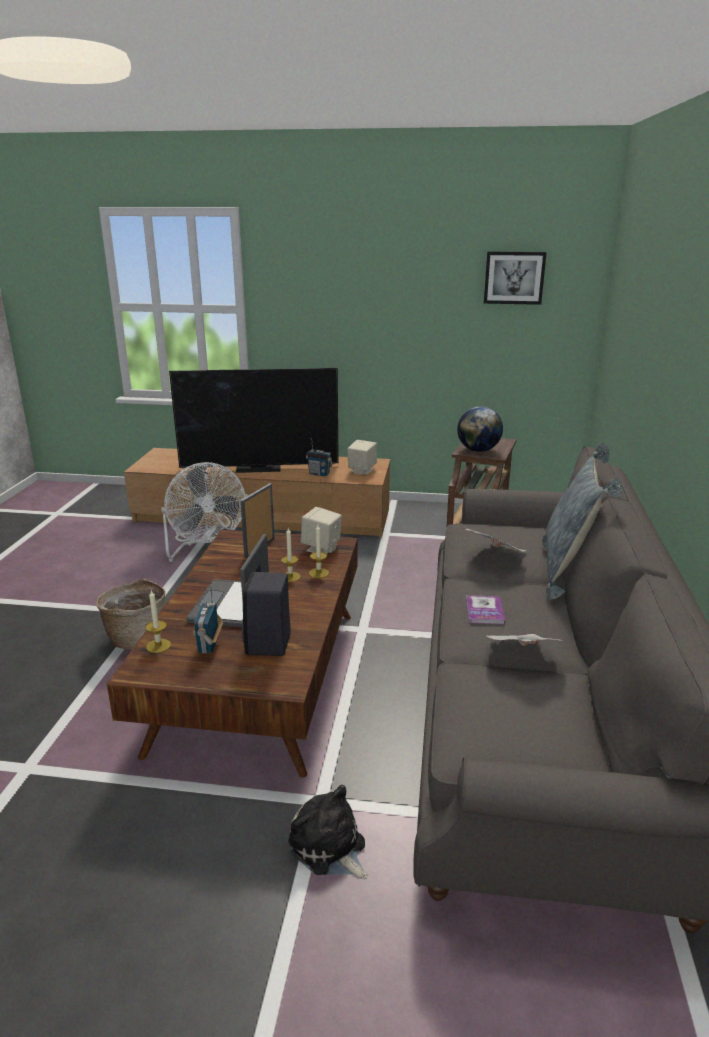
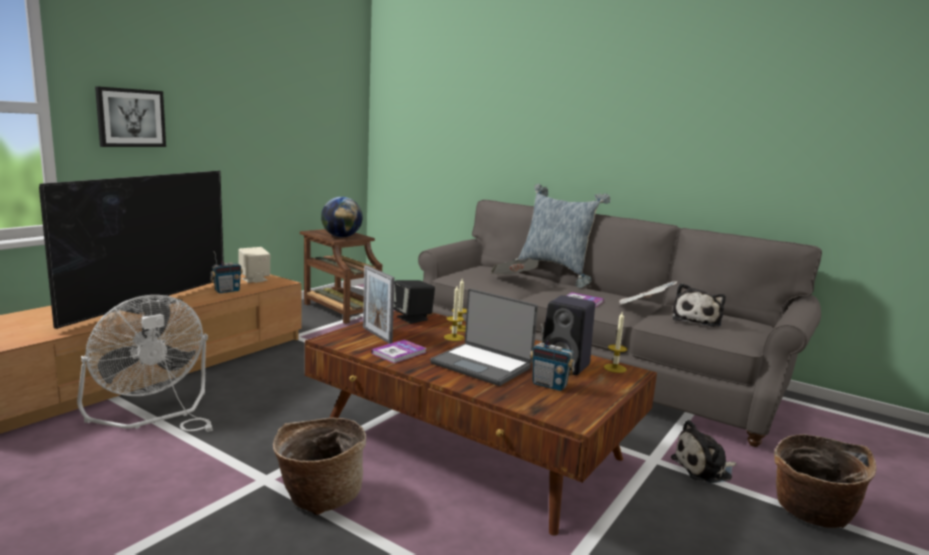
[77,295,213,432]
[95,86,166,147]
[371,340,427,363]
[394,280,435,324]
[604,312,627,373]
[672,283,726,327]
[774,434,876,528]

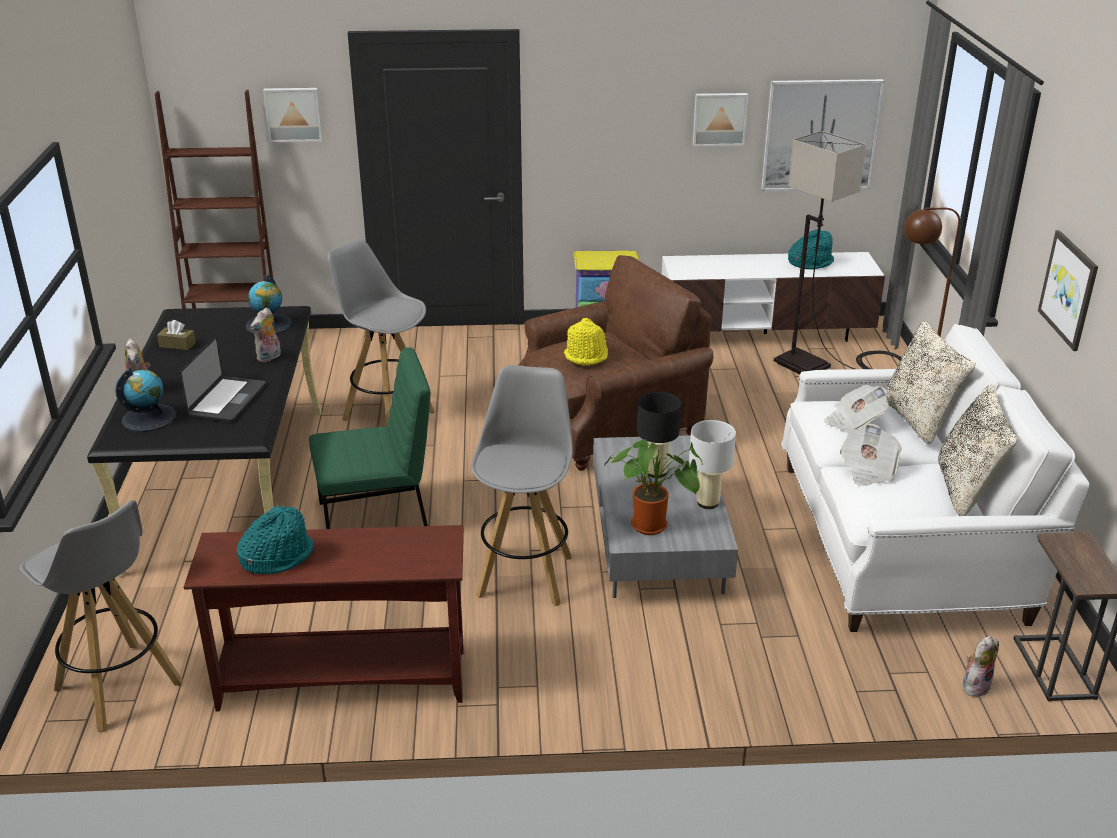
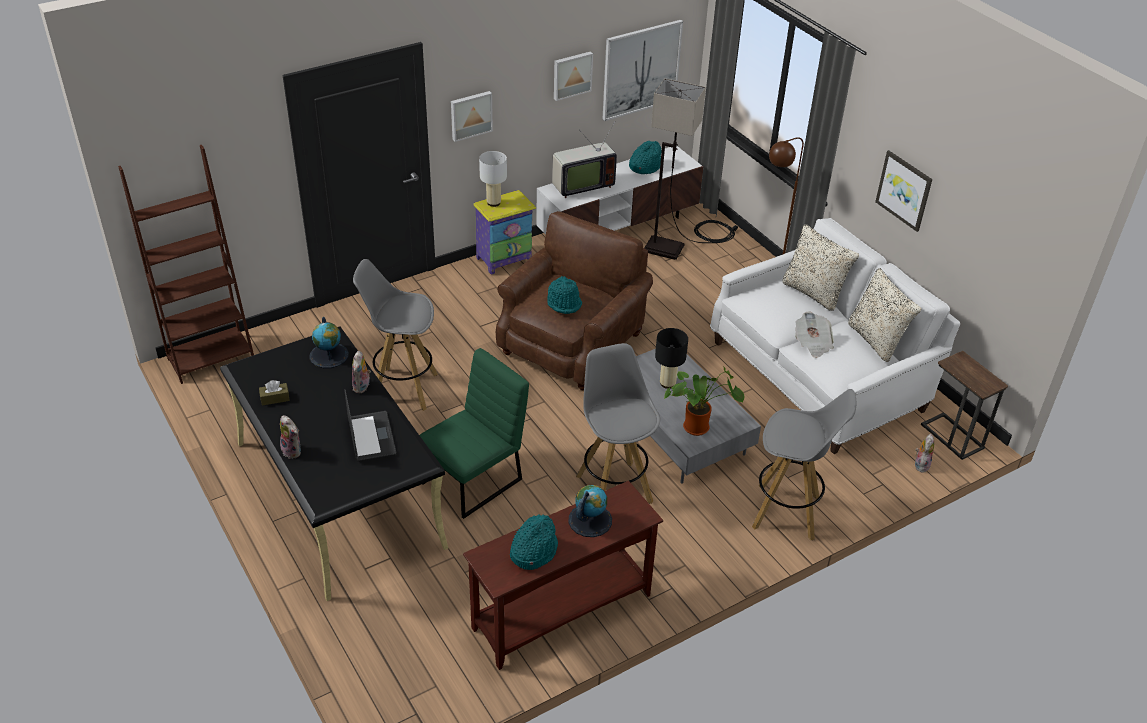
[451,91,493,142]
[479,151,507,207]
[547,276,582,314]
[552,122,617,198]
[568,485,612,537]
[752,389,856,540]
[824,385,888,433] (first image)

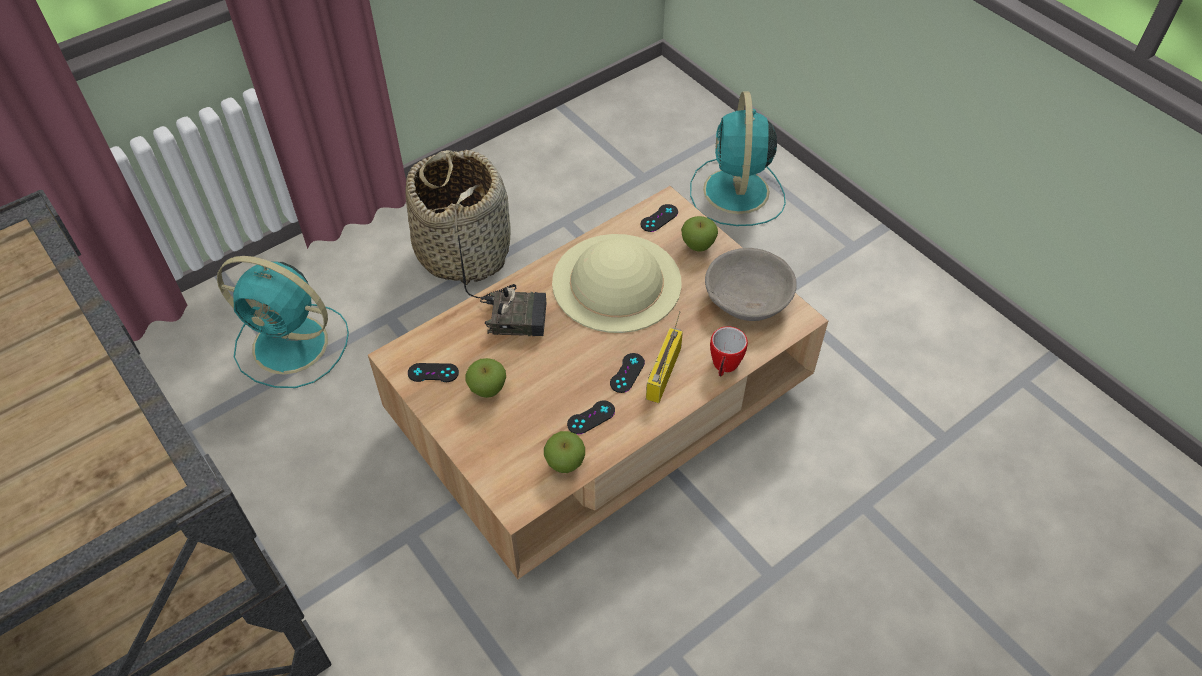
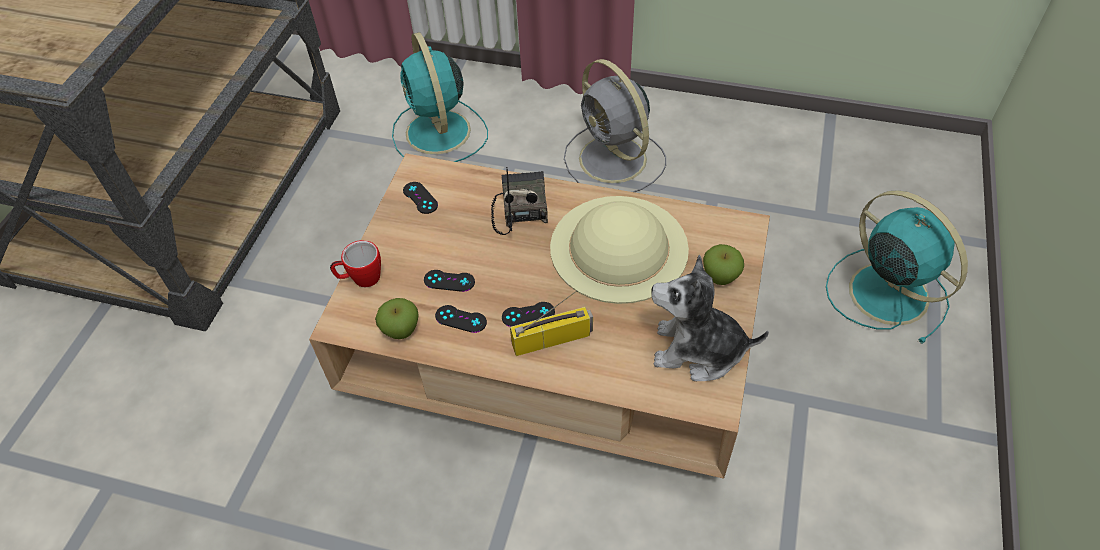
[330,240,381,287]
[424,270,475,292]
[491,167,548,235]
[564,59,666,192]
[651,255,769,381]
[826,190,968,344]
[465,358,506,398] (first image)

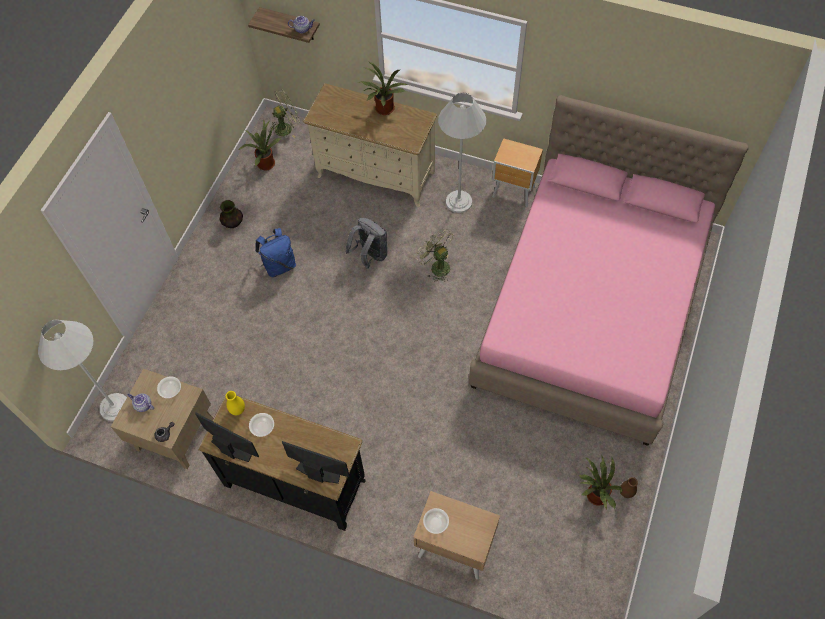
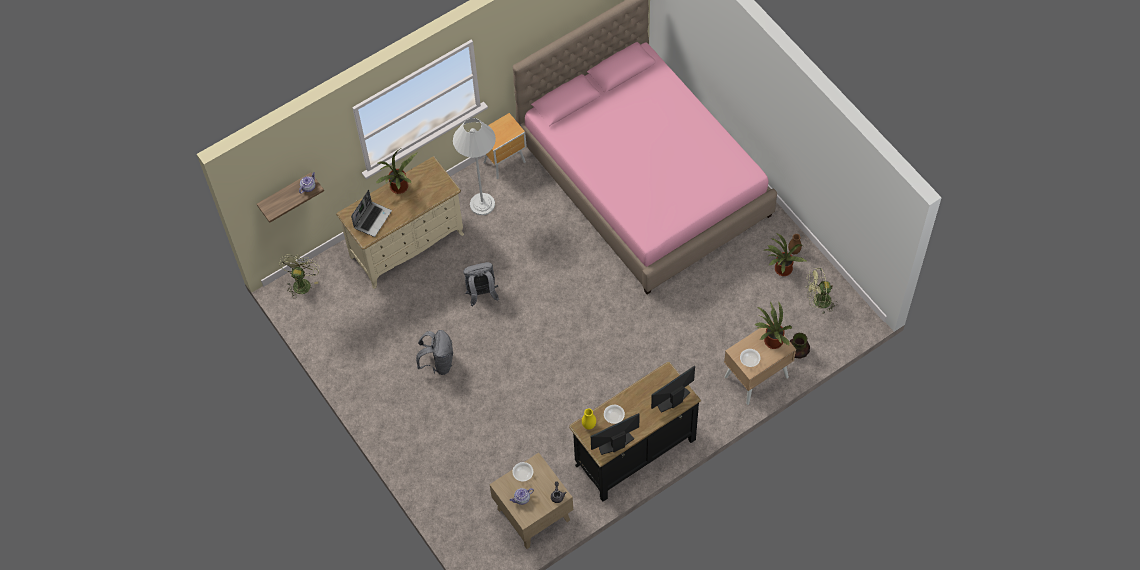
[351,190,392,237]
[416,330,453,375]
[755,302,792,349]
[790,333,810,359]
[807,268,838,315]
[38,320,127,421] (first image)

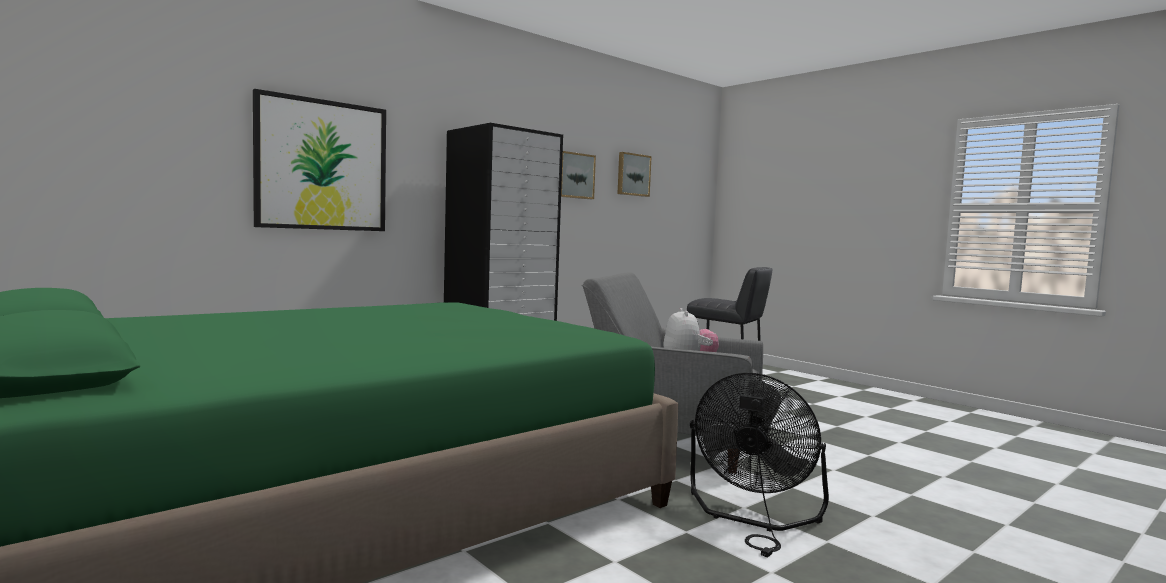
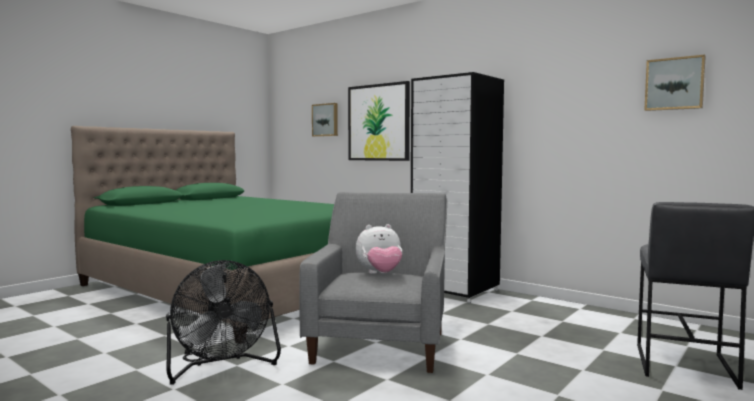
[166,260,281,385]
[312,103,338,137]

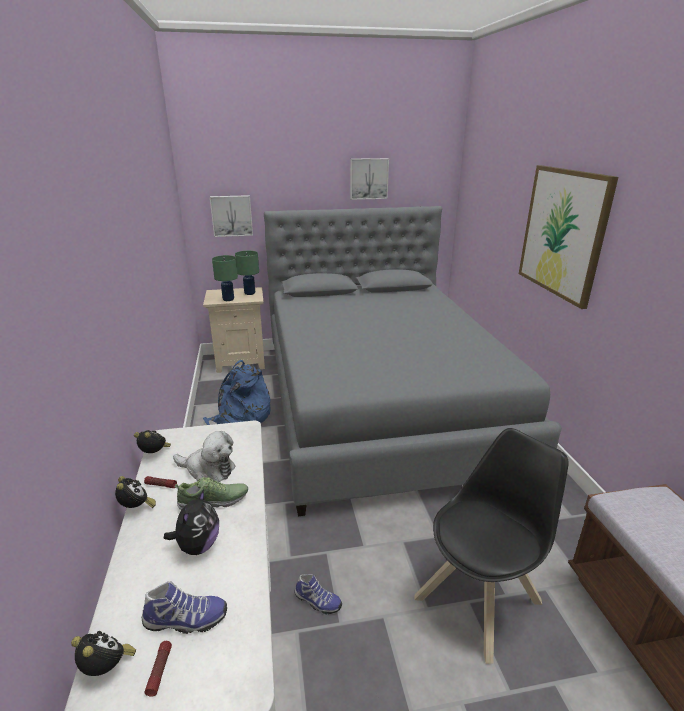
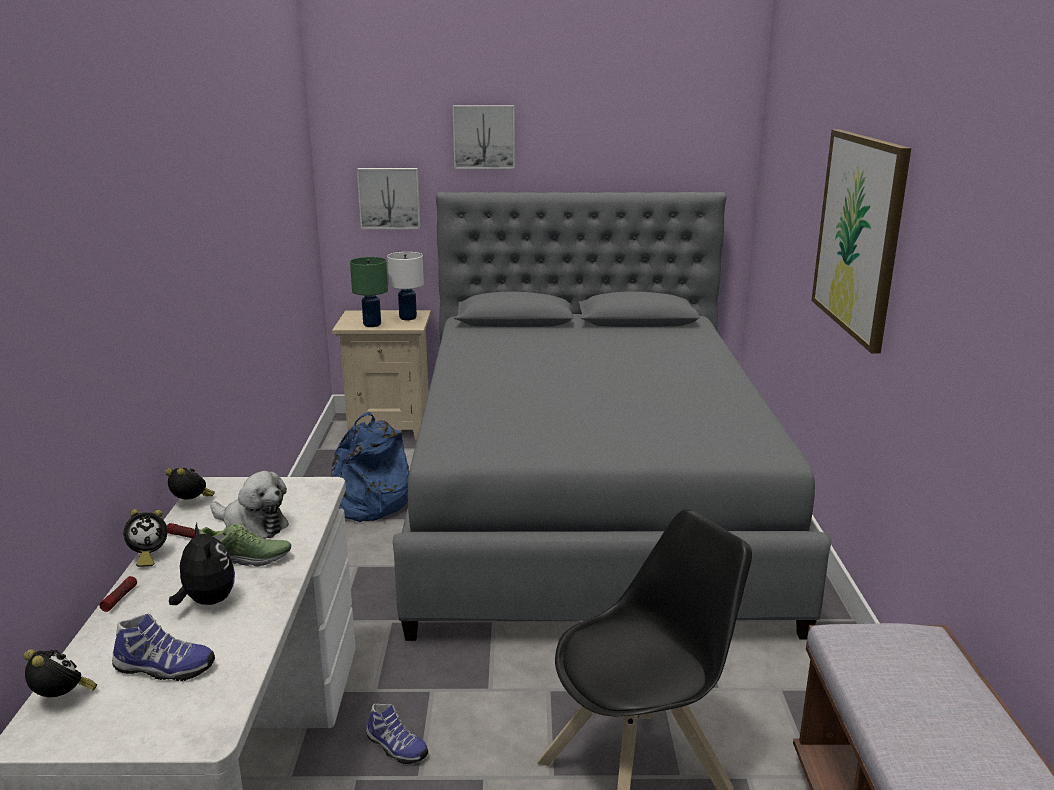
[99,576,137,612]
[123,509,168,567]
[169,523,235,605]
[387,252,424,320]
[453,105,515,169]

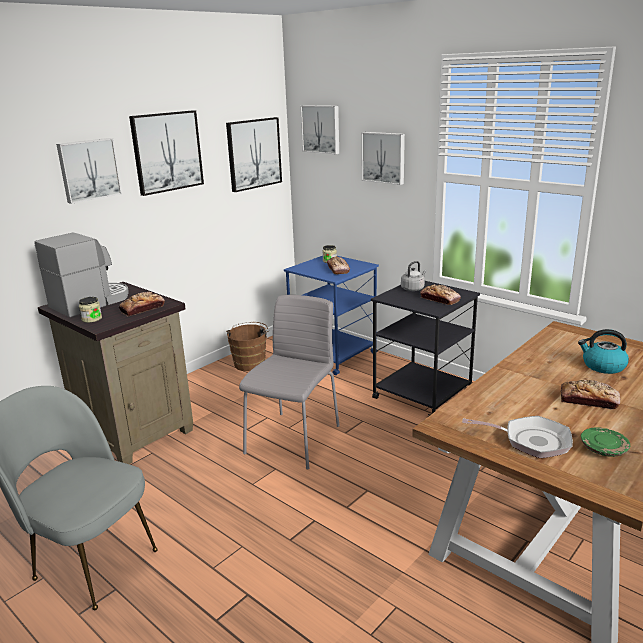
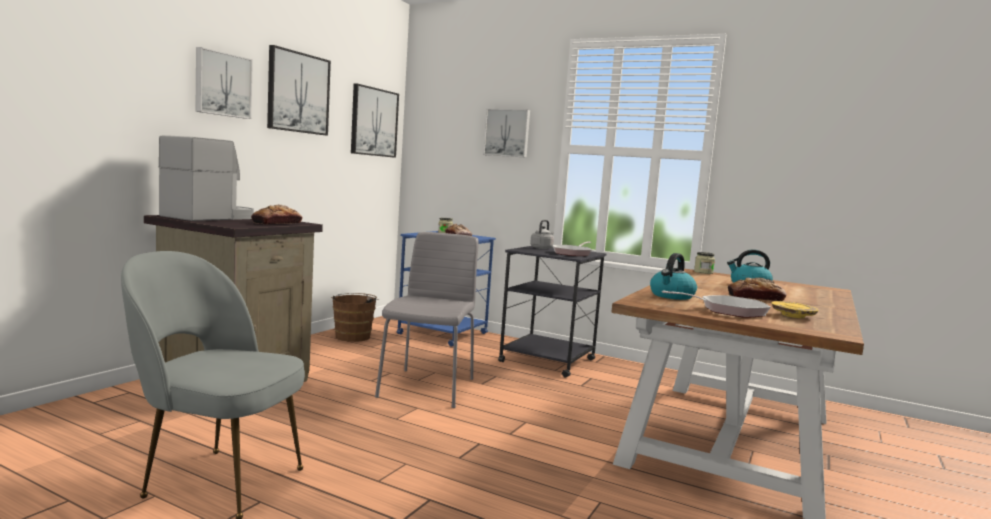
[553,241,591,256]
[650,253,697,300]
[694,252,715,274]
[772,301,819,318]
[300,105,339,154] (first image)

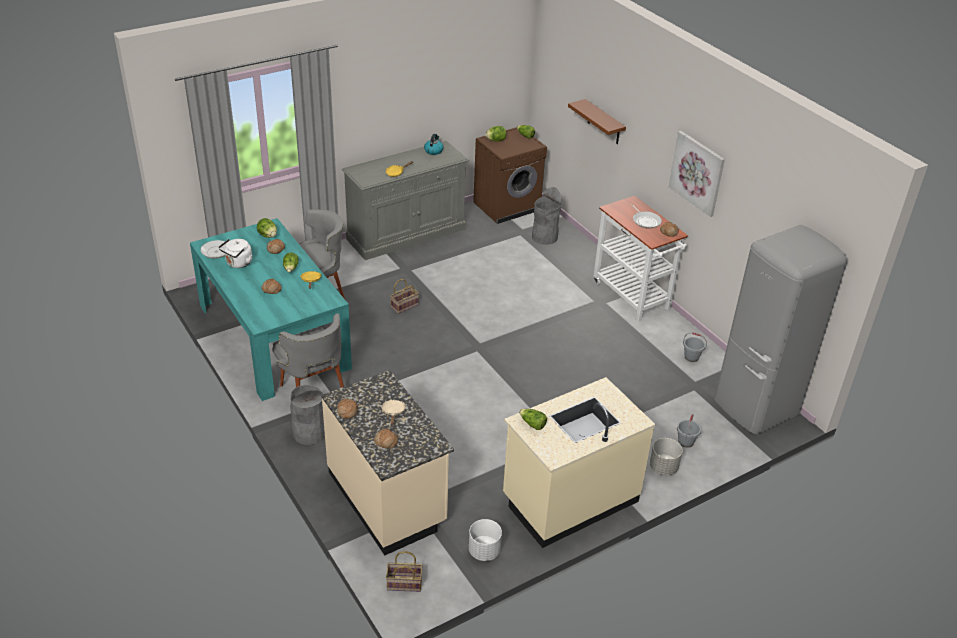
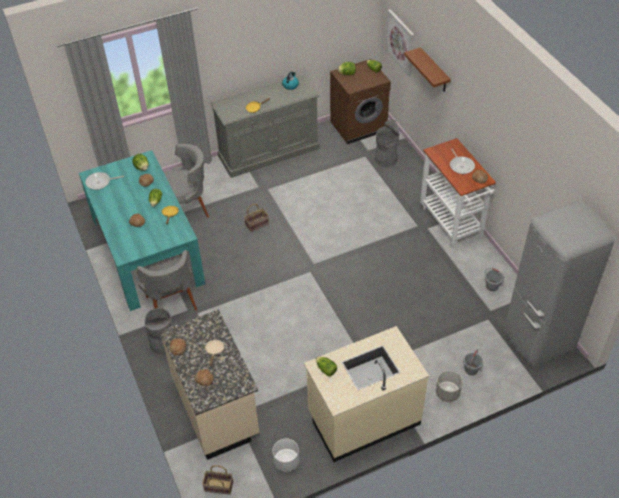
[386,9,414,77]
[218,239,252,268] (first image)

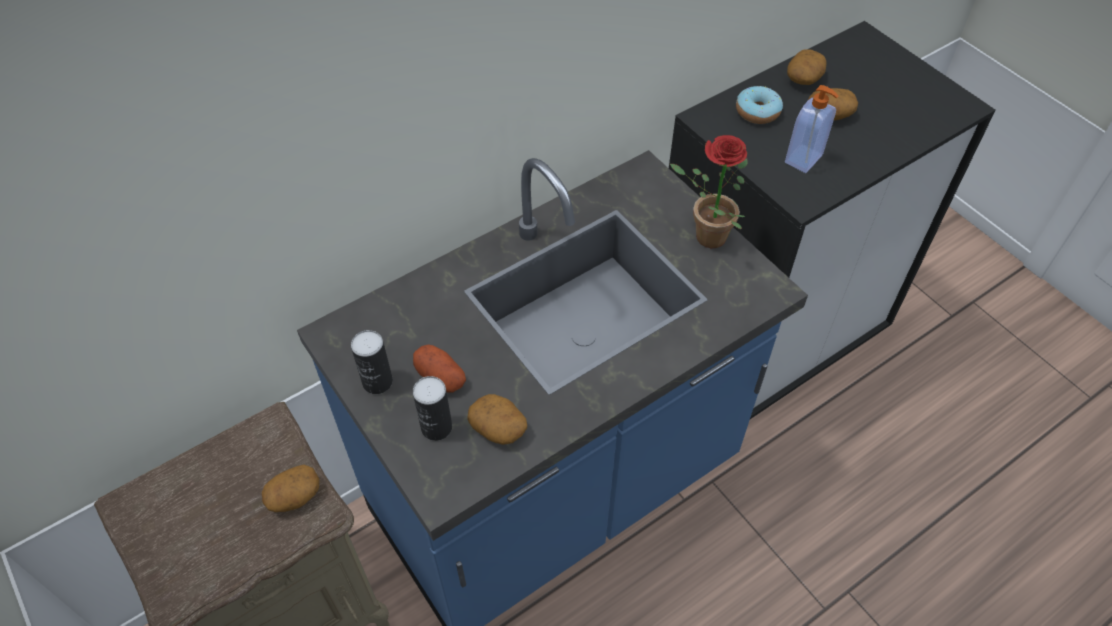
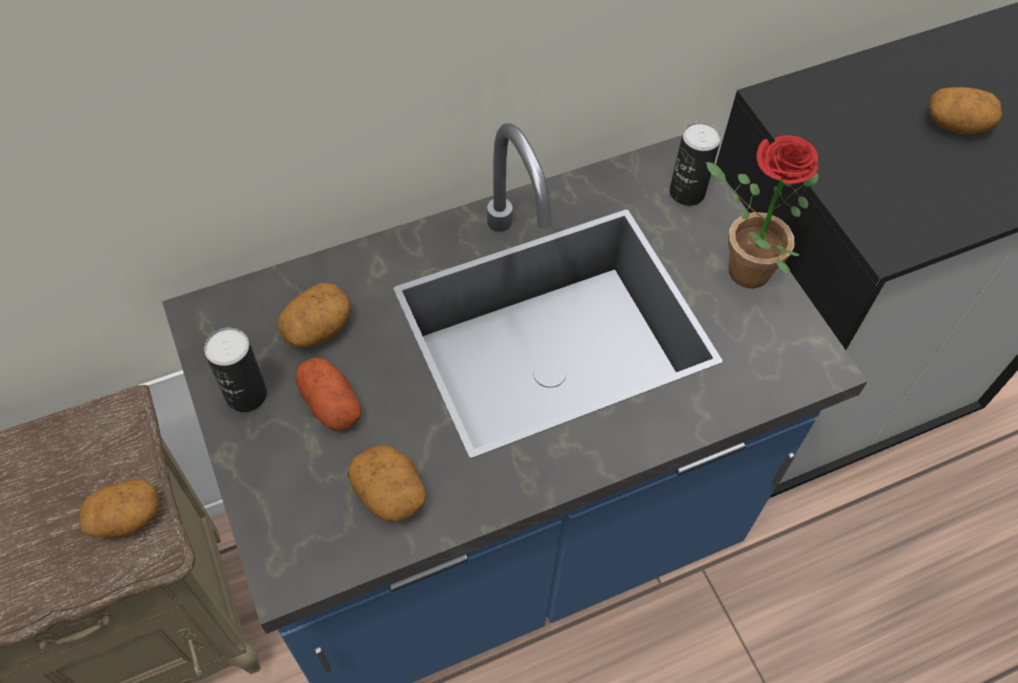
[278,283,352,348]
[670,122,721,206]
[736,86,783,124] (first image)
[785,85,839,173] (first image)

